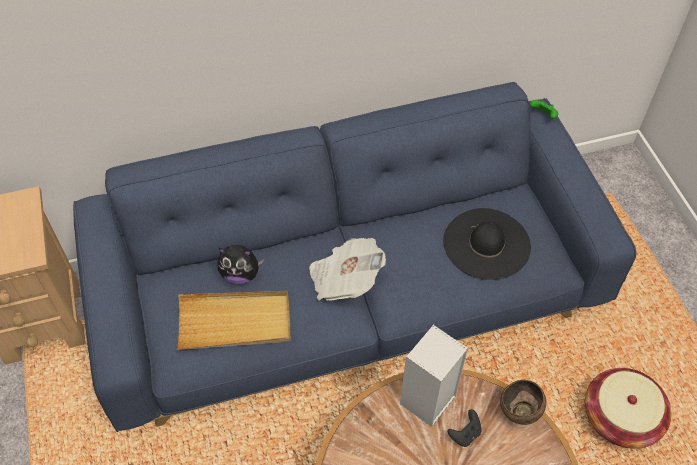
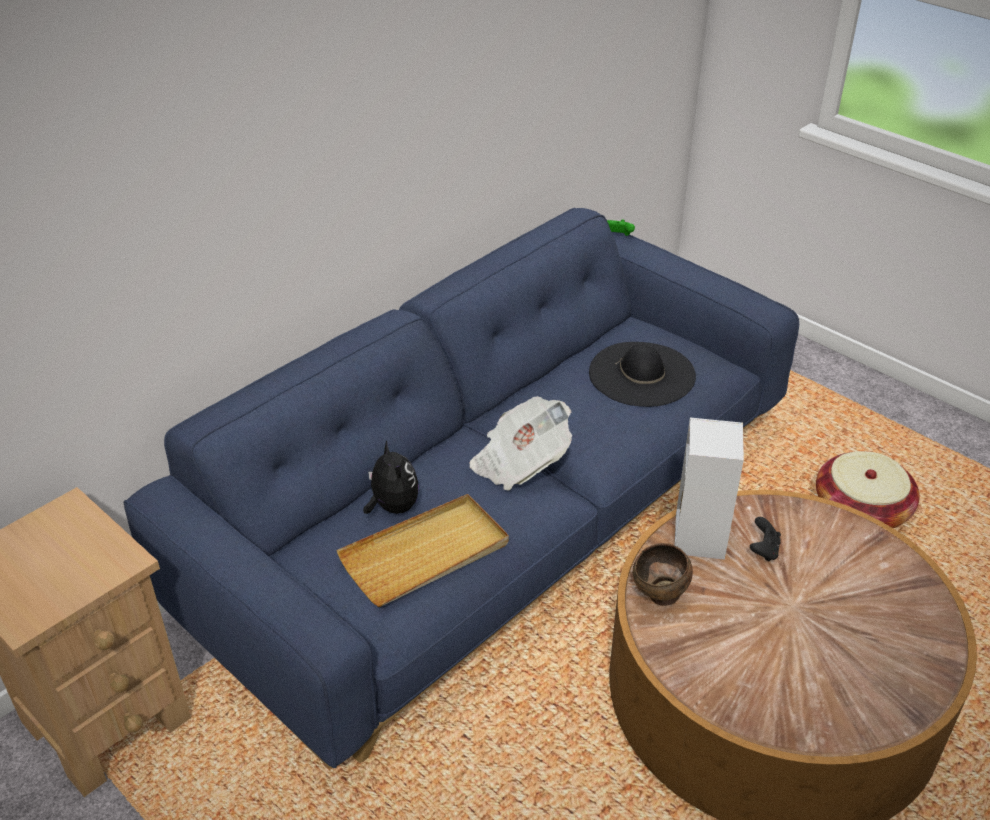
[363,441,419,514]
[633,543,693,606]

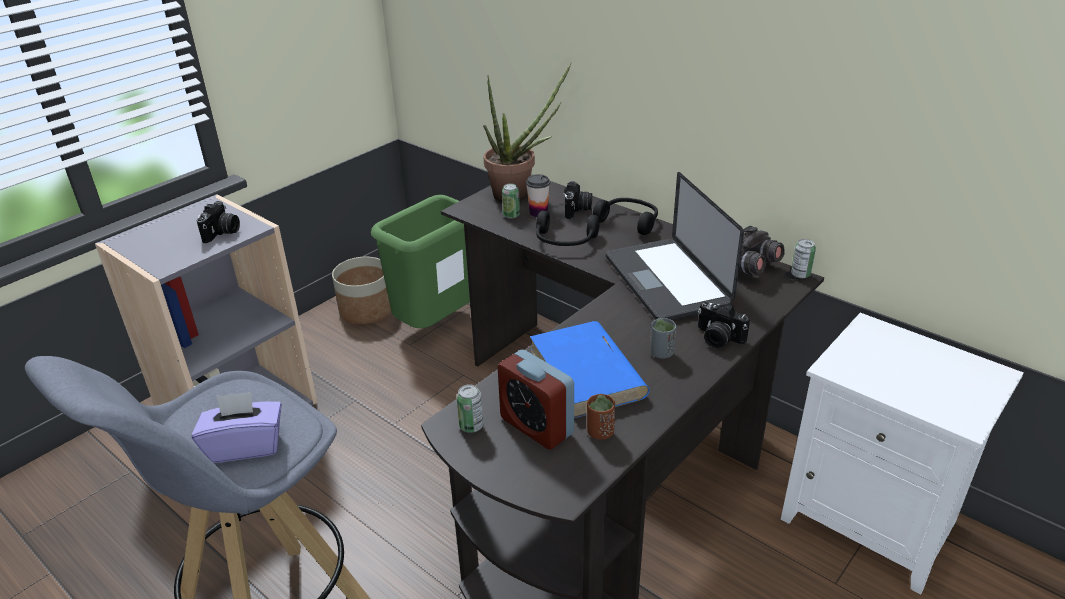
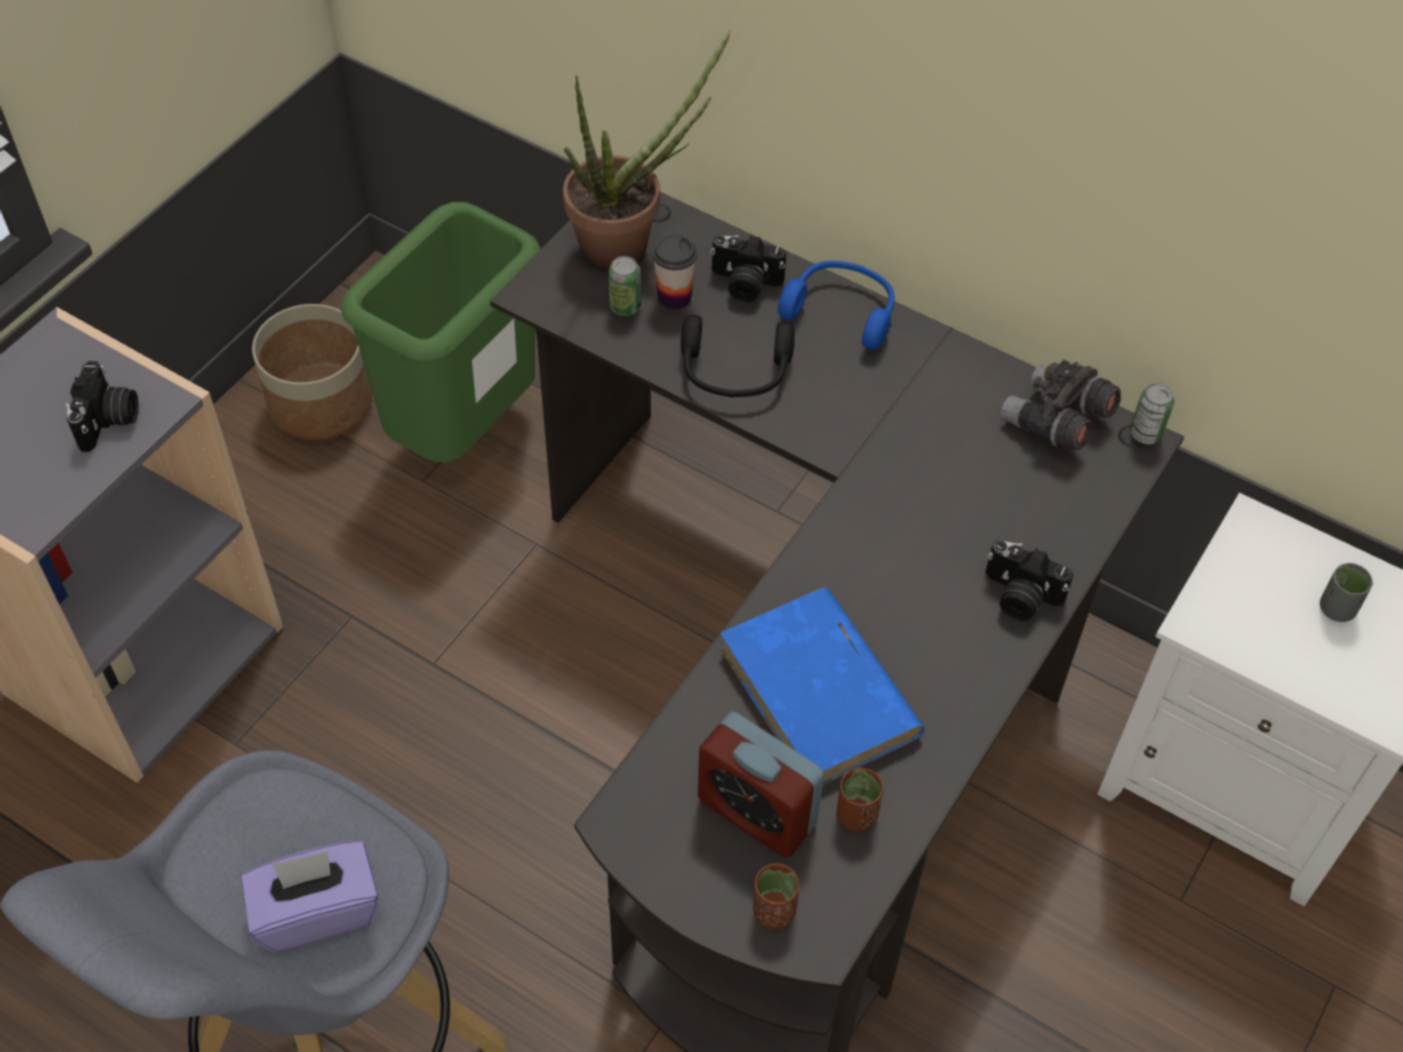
[710,235,786,302]
[753,863,800,929]
[778,261,895,350]
[1320,563,1373,622]
[457,384,484,433] (first image)
[606,172,744,320] (first image)

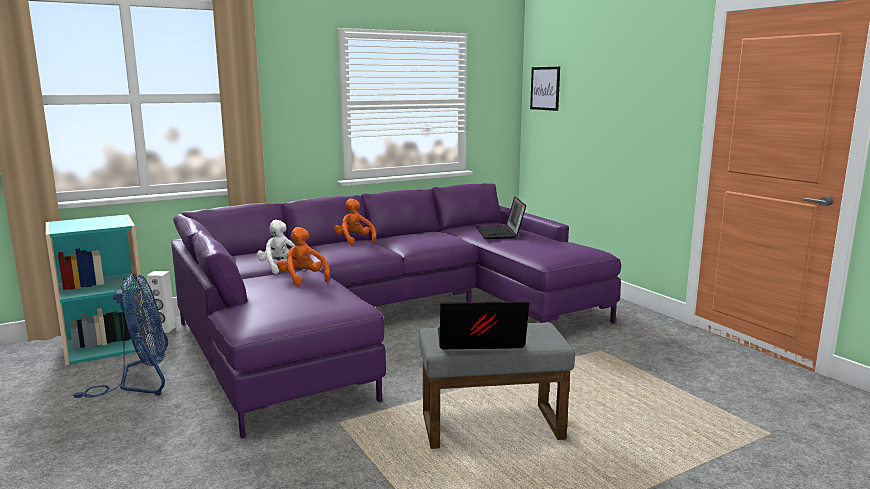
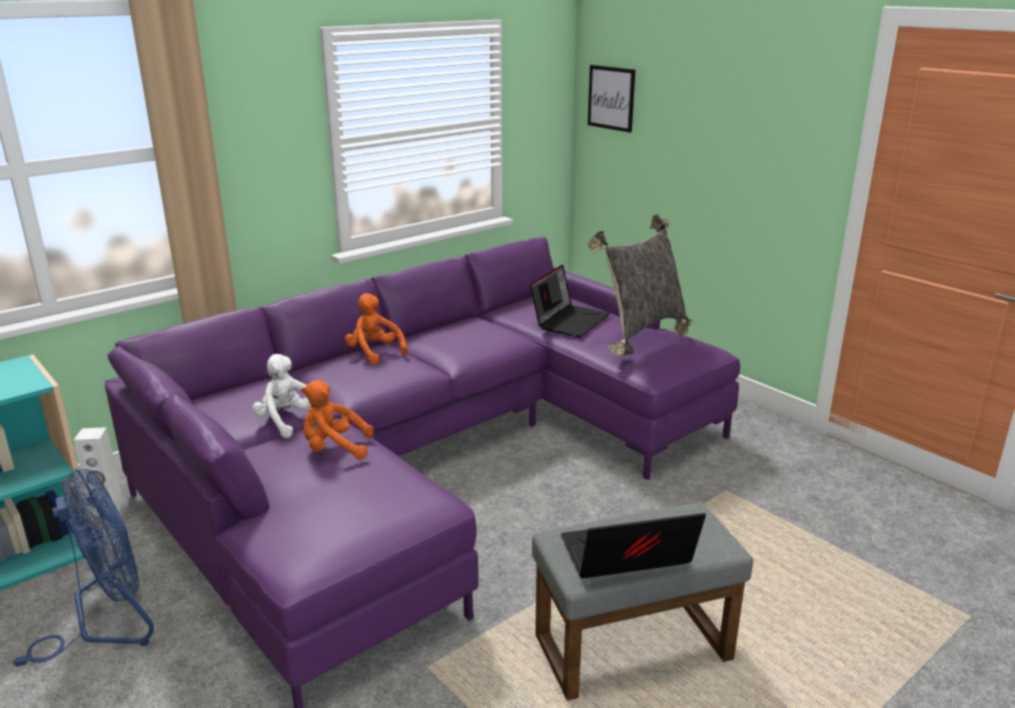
[301,380,374,459]
[530,264,610,337]
[588,215,693,357]

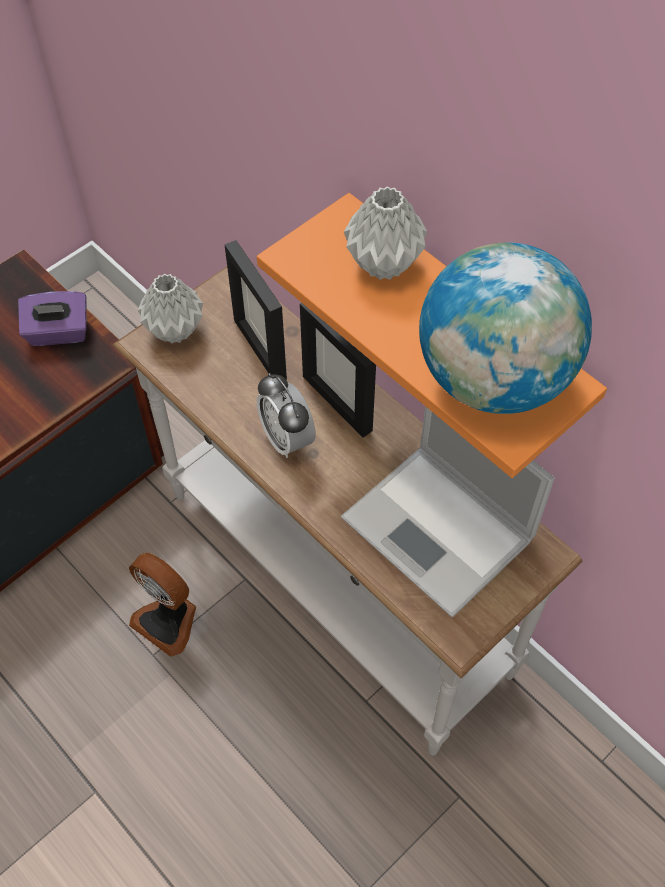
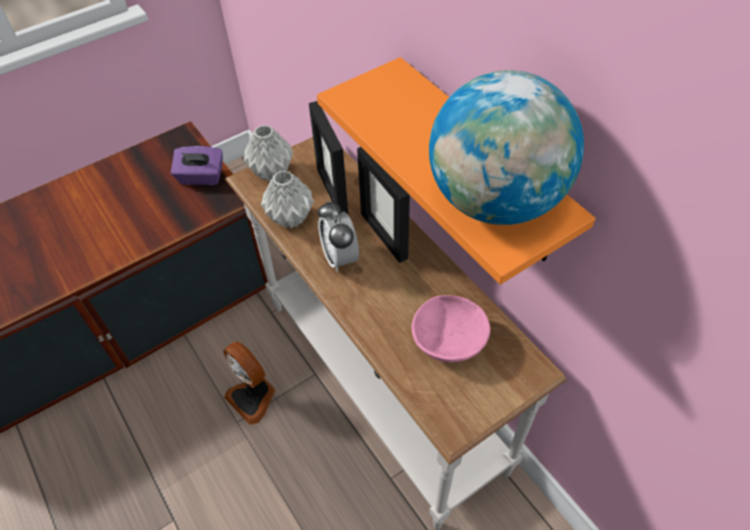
[261,170,314,228]
[412,295,491,362]

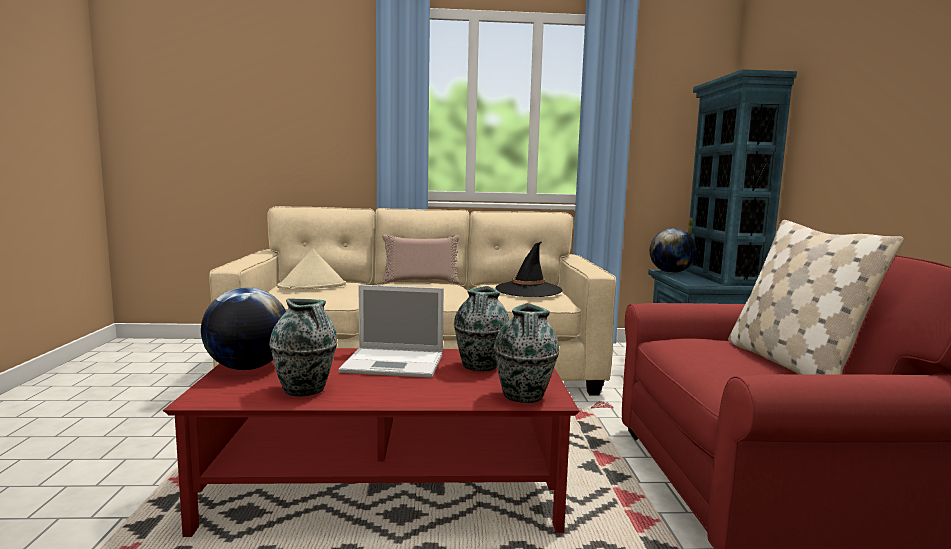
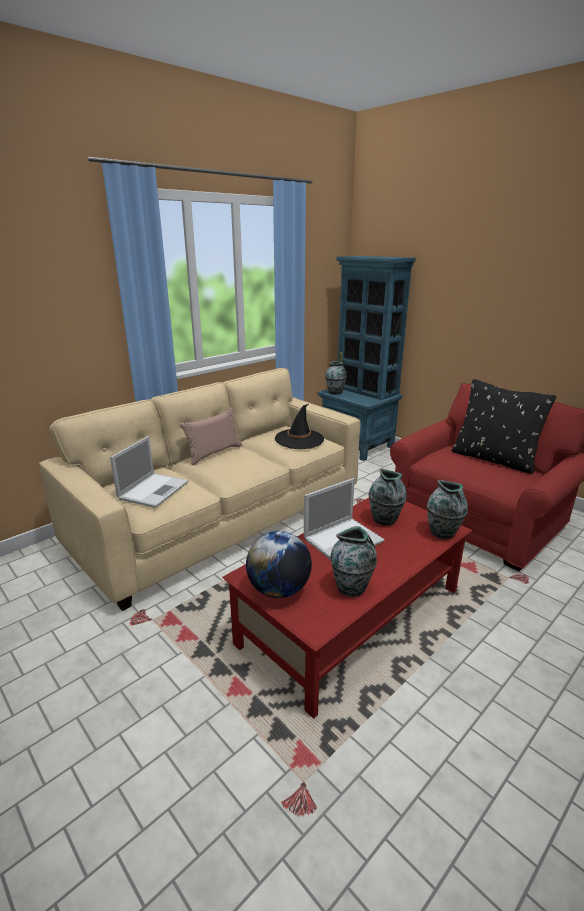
[110,436,189,508]
[325,361,347,395]
[451,379,556,474]

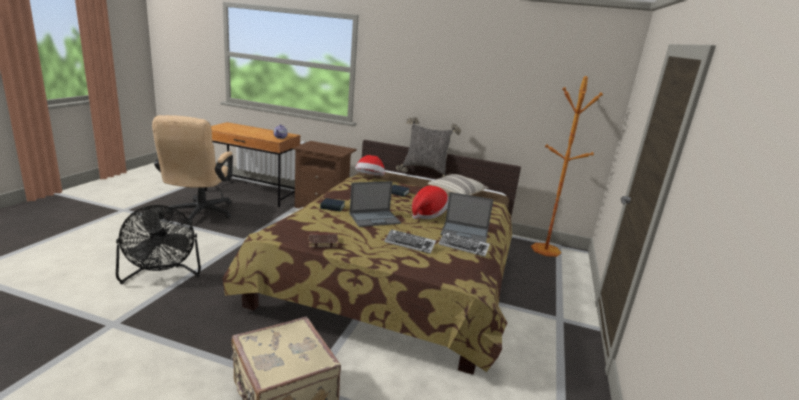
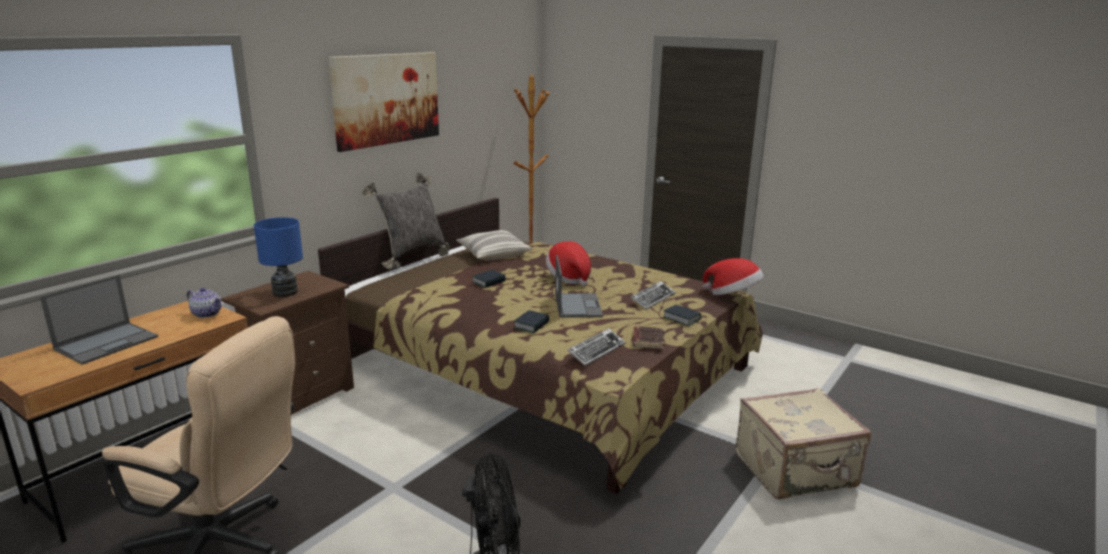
[40,275,158,365]
[254,217,303,297]
[328,52,439,152]
[568,329,625,366]
[663,305,701,326]
[703,258,764,295]

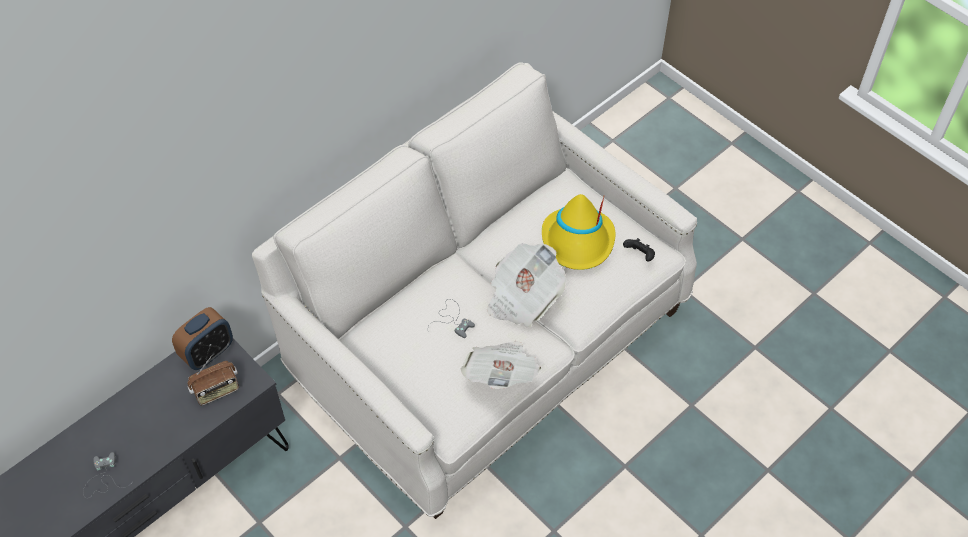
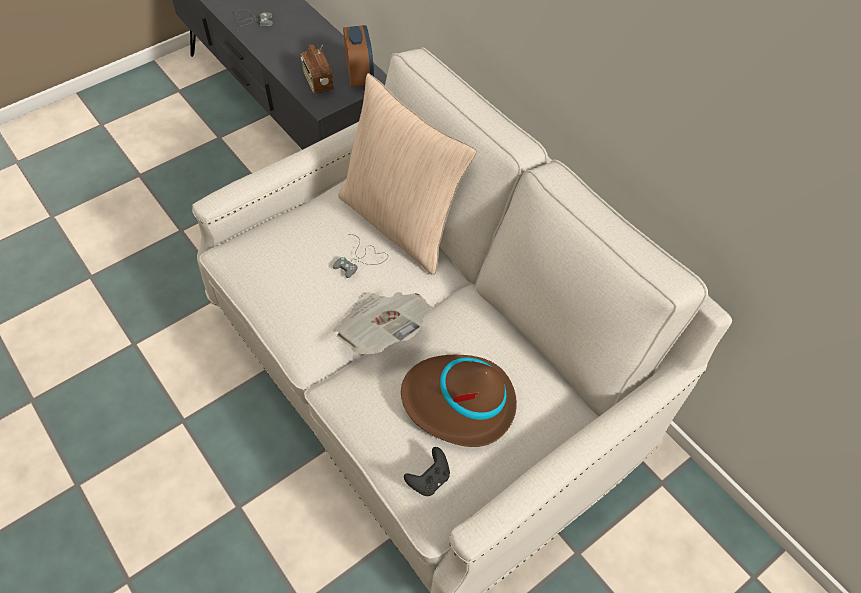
[338,73,477,275]
[343,25,374,87]
[401,355,517,447]
[461,341,541,389] (first image)

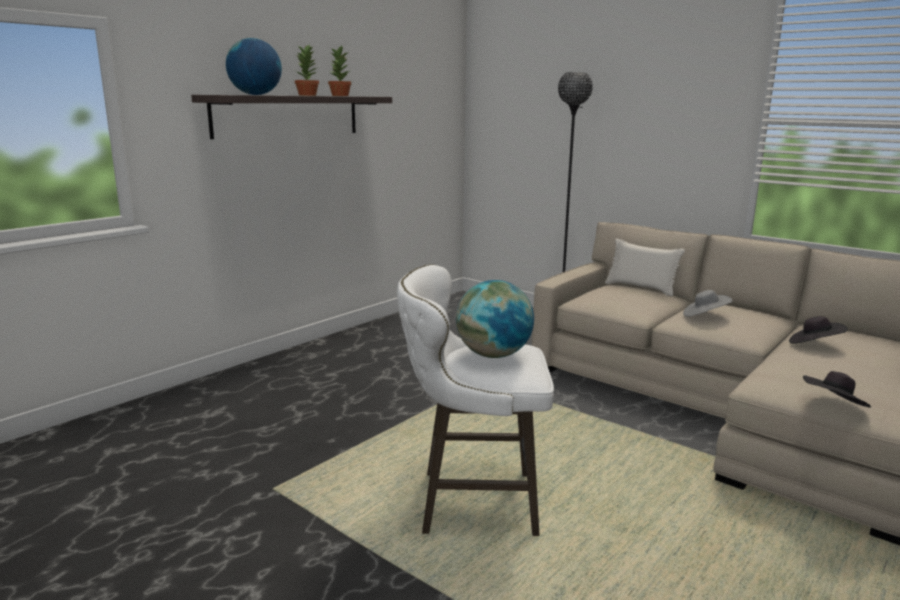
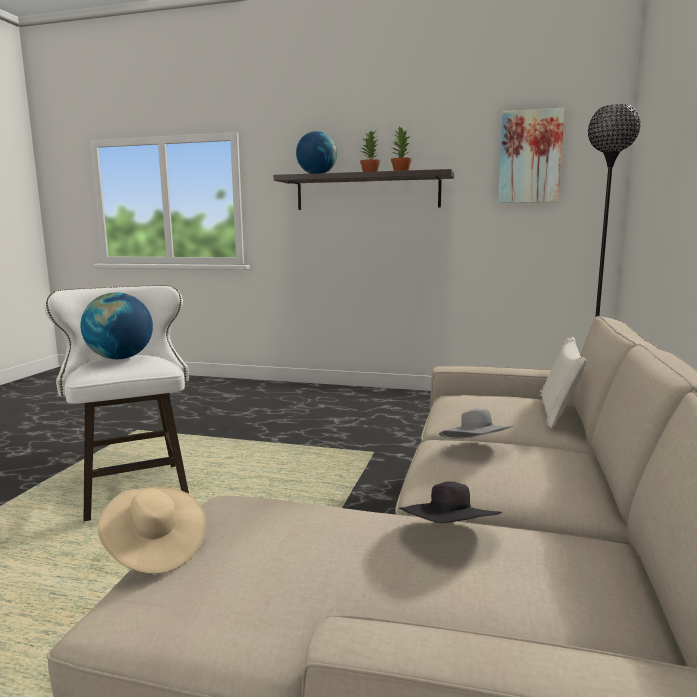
[98,487,206,574]
[498,108,565,203]

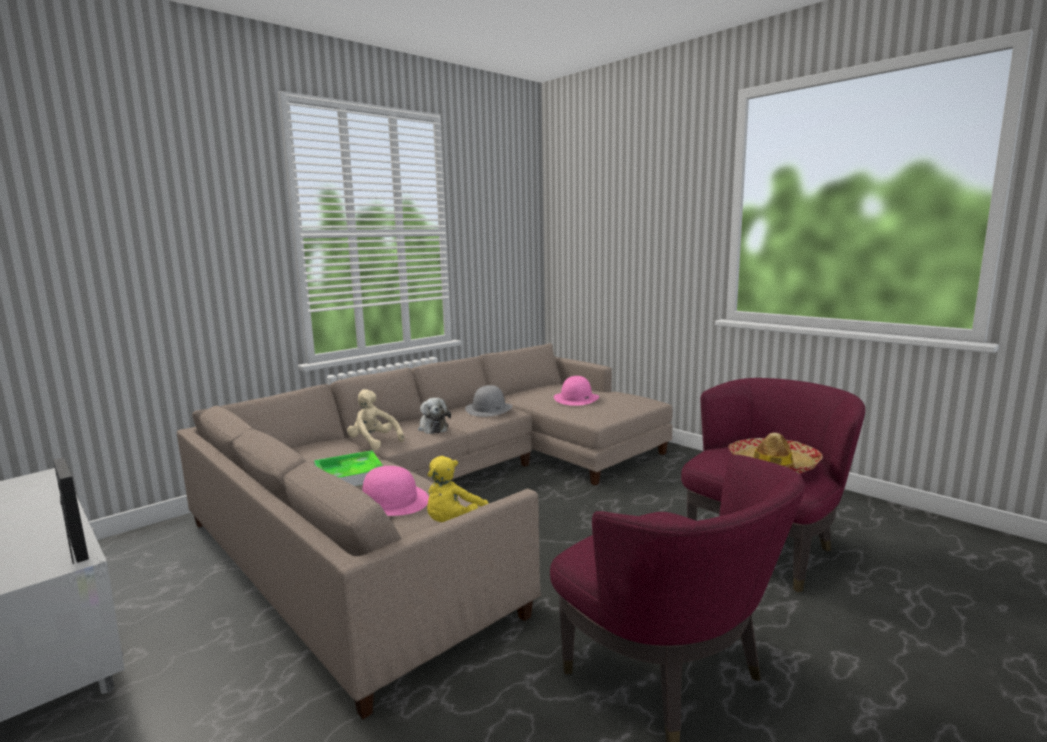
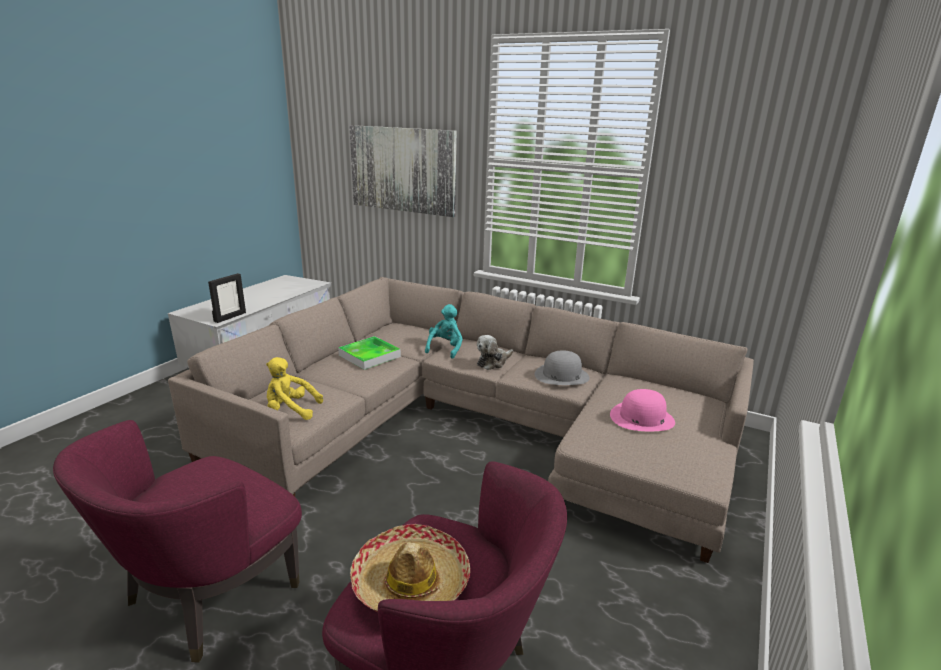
[349,125,457,217]
[425,304,463,359]
[363,466,429,516] (first image)

